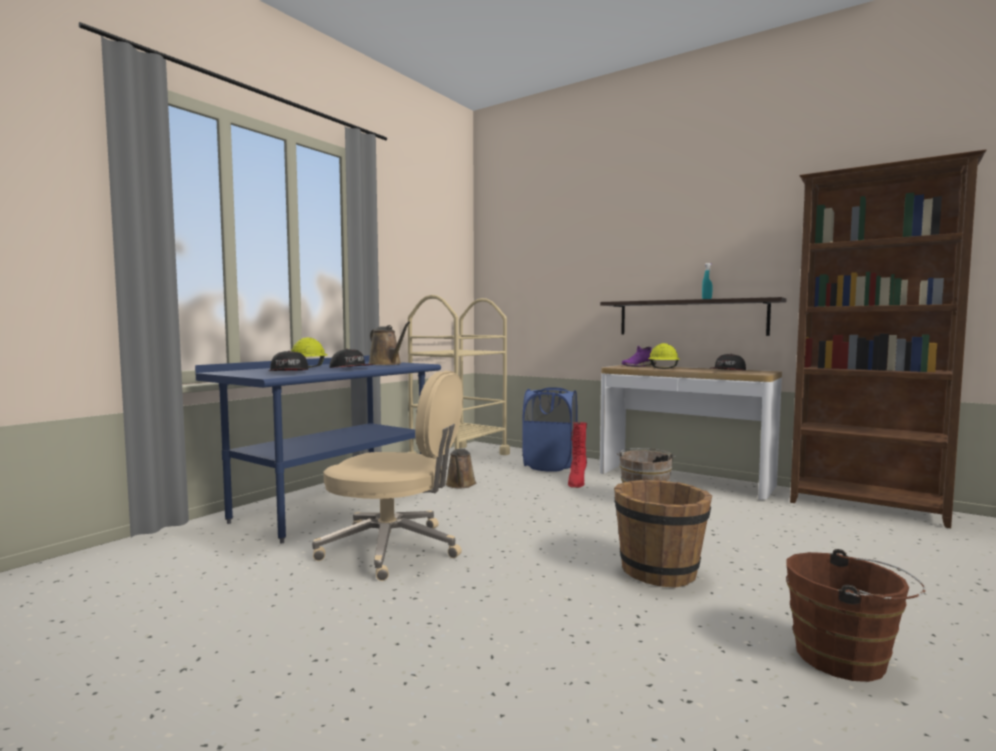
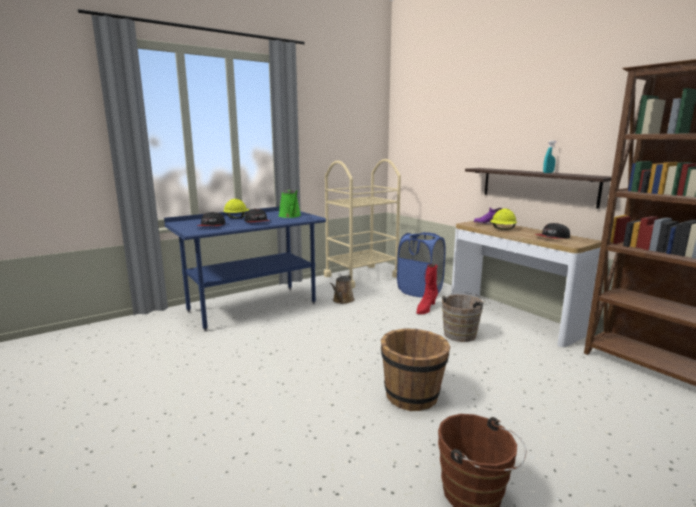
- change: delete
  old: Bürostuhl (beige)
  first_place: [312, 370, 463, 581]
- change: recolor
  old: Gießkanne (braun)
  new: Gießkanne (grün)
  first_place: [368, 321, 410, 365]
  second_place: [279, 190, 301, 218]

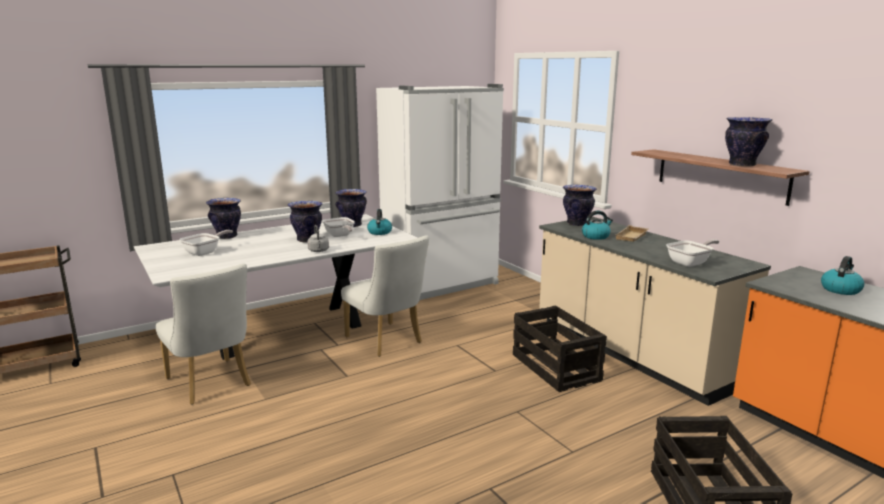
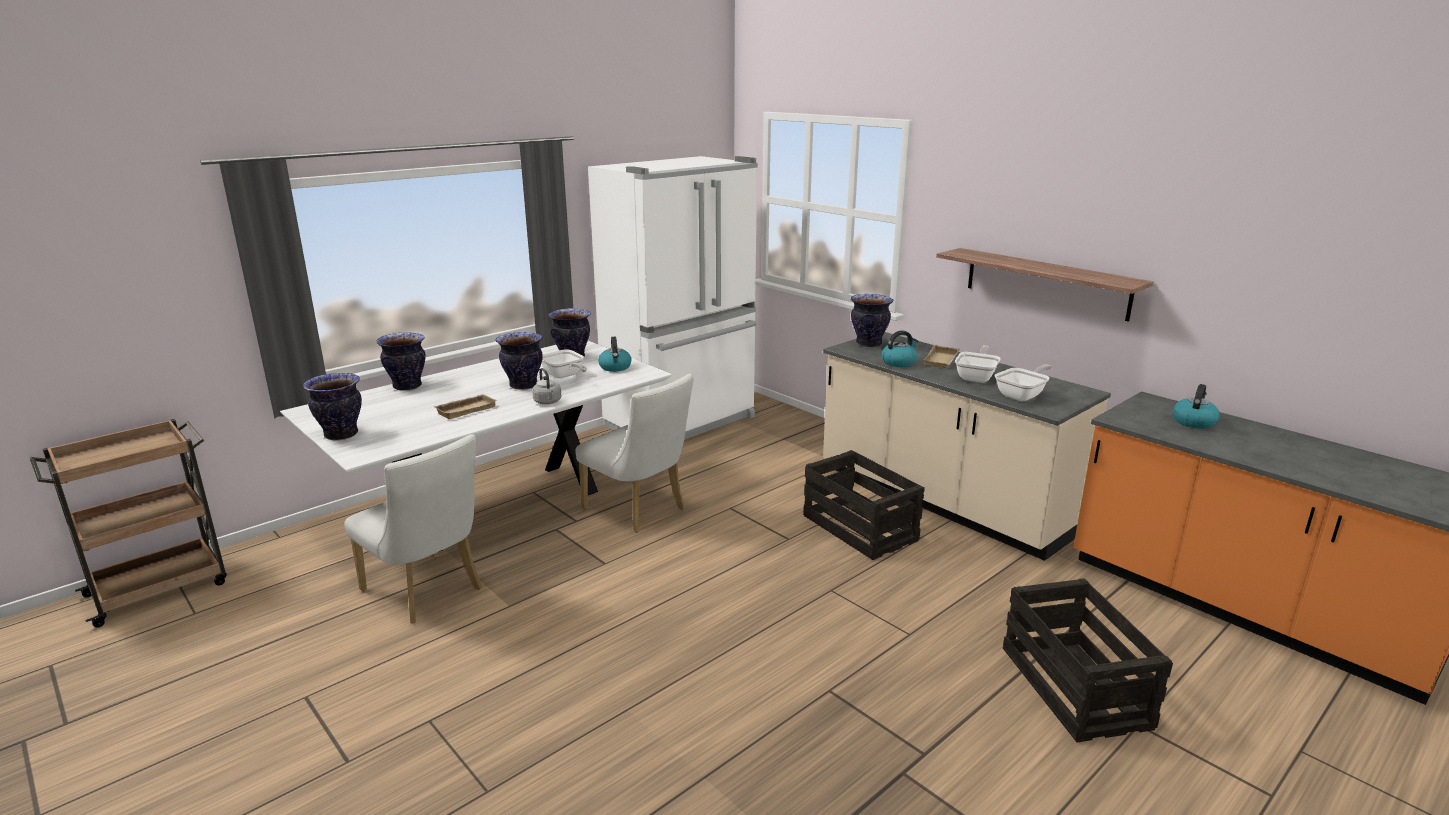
- change: insert
  new: Tablett (beige)
  second_place: [433, 394, 497, 419]
- change: move
  old: Pfanne
  first_place: [179, 230, 233, 256]
  second_place: [955, 345, 1001, 383]
- change: move
  old: Vase
  first_place: [725, 117, 772, 167]
  second_place: [303, 373, 362, 440]

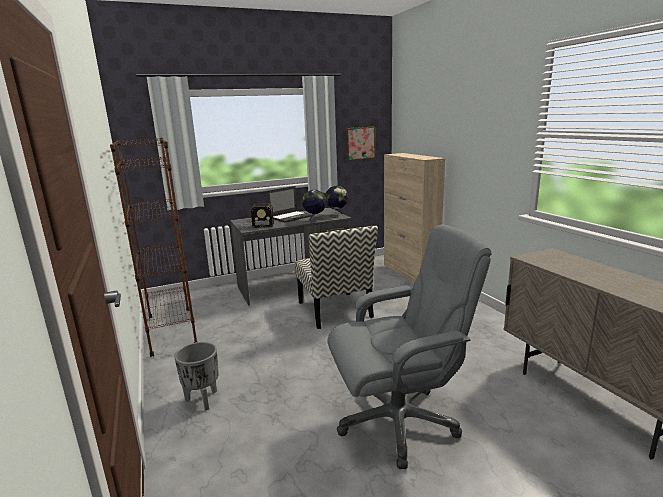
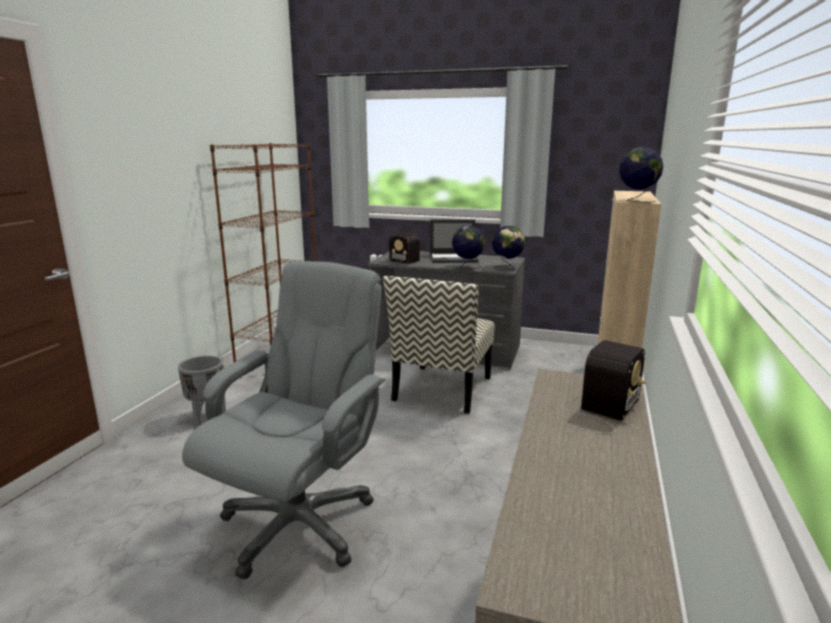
- change: delete
  old: Bild
  first_place: [345, 127, 375, 160]
- change: insert
  new: Radio
  second_place: [546, 340, 646, 434]
- change: insert
  new: Globus
  second_place: [619, 147, 663, 202]
- change: rotate
  old: Bürostuhl (grau)
  first_place: [328, 224, 492, 469]
  second_place: [182, 261, 385, 580]
  degrees: -90

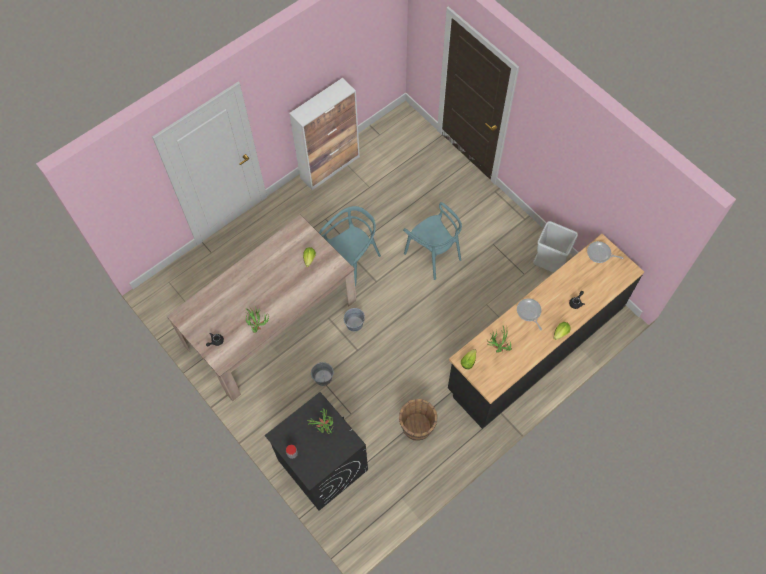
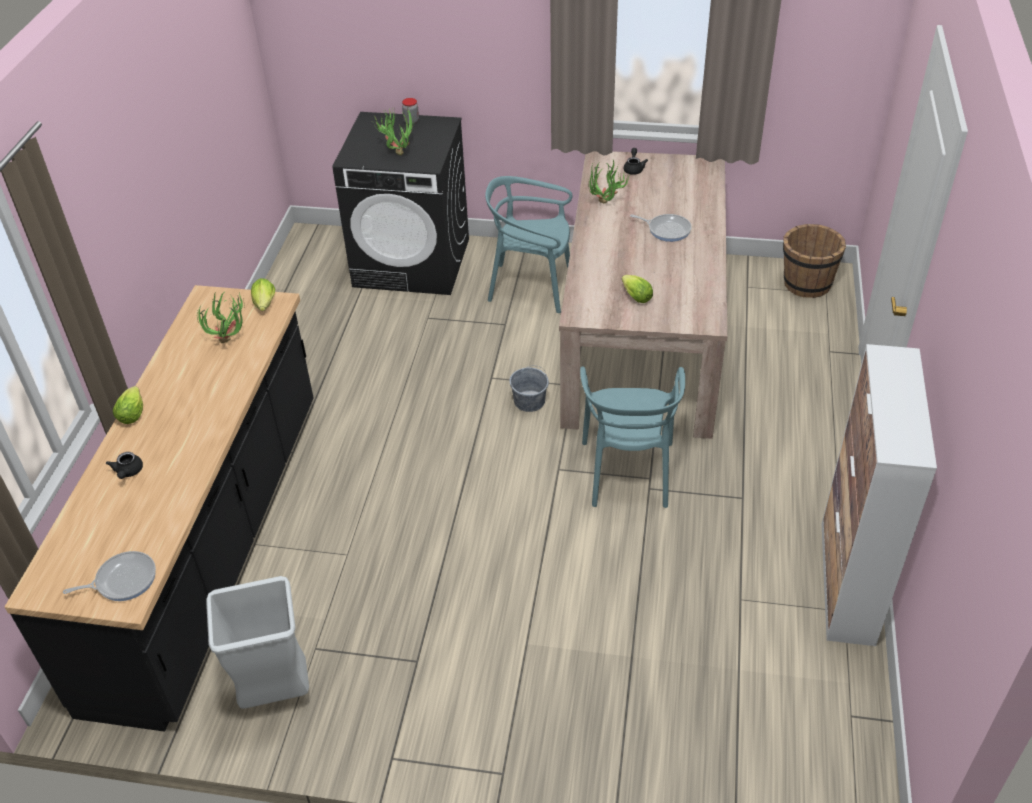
- change: delete
  old: Eimer (grau)
  first_place: [311, 362, 334, 386]
- change: move
  old: Eimer (braun)
  first_place: [399, 399, 437, 441]
  second_place: [783, 224, 846, 298]
- change: move
  old: Stuhl (türkis)
  first_place: [403, 202, 462, 280]
  second_place: [485, 176, 573, 313]
- change: move
  old: Pfanne
  first_place: [517, 298, 542, 330]
  second_place: [630, 214, 692, 242]

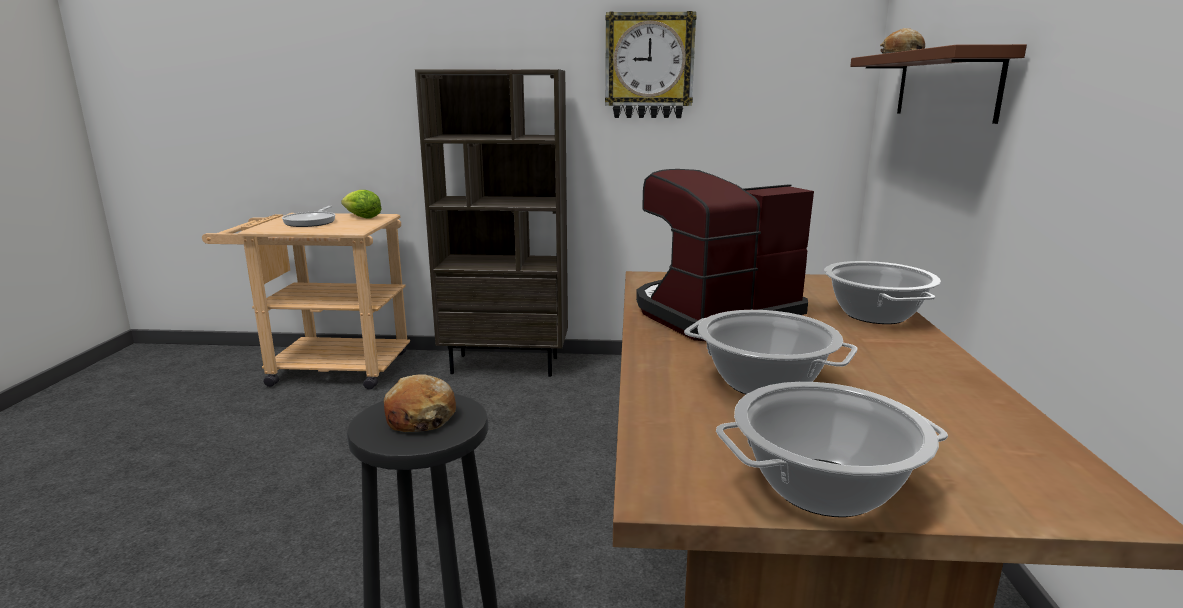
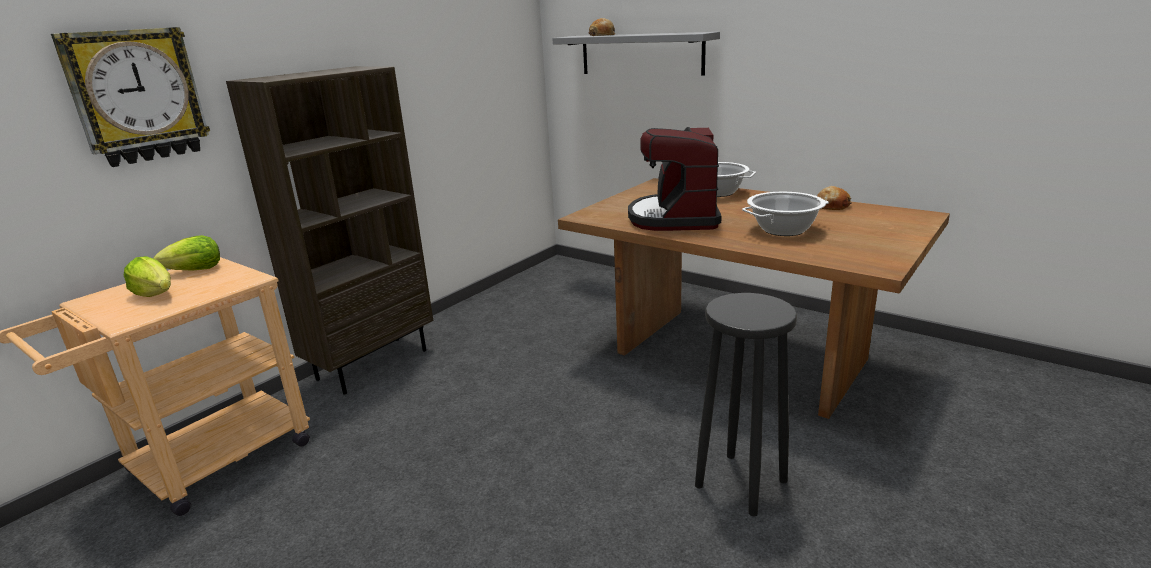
- change: delete
  old: Kochtopf
  first_place: [716, 382, 948, 517]
- change: move
  old: Brot
  first_place: [384, 375, 456, 432]
  second_place: [817, 186, 852, 210]
- change: move
  old: Wanduhr
  first_place: [605, 11, 697, 118]
  second_place: [51, 27, 210, 167]
- change: replace
  old: Pfanne
  new: Salatkopf
  first_place: [282, 206, 335, 227]
  second_place: [124, 256, 171, 297]
- change: recolor
  old: Wandregal (braun)
  new: Wandregal (grau)
  first_place: [850, 44, 1027, 124]
  second_place: [552, 32, 720, 76]

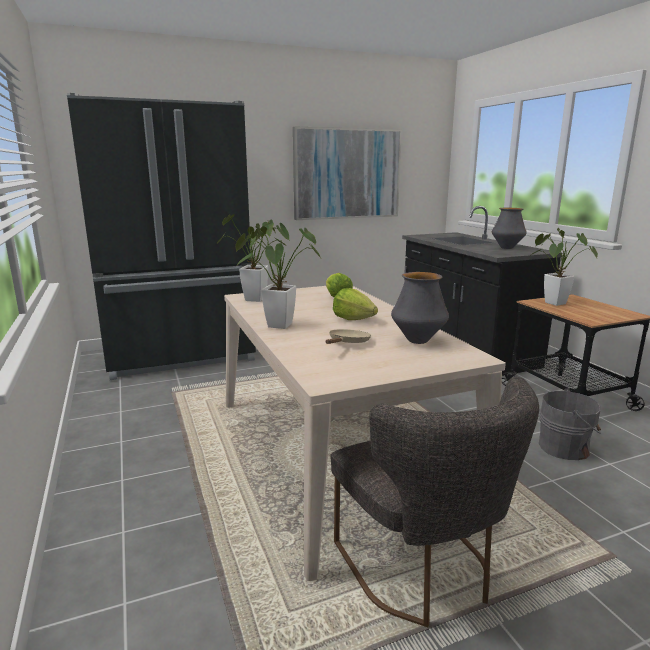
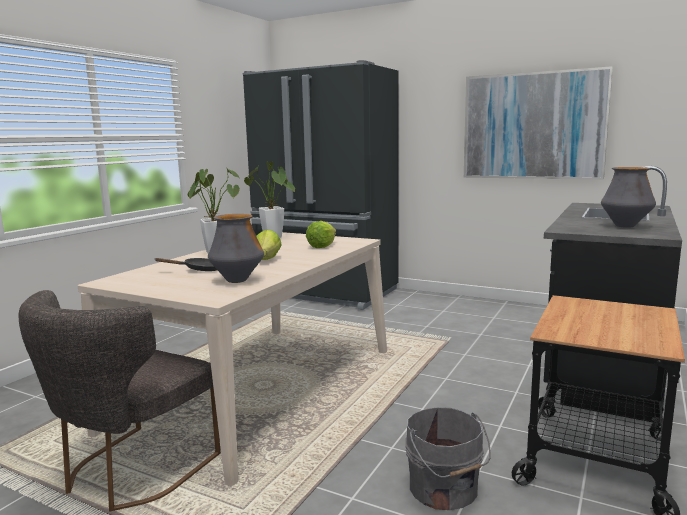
- change: delete
  old: Topfpflanze
  first_place: [531, 228, 598, 306]
- change: recolor
  old: Pfanne (beige)
  new: Pfanne (schwarz)
  first_place: [326, 329, 371, 344]
  second_place: [155, 258, 217, 271]

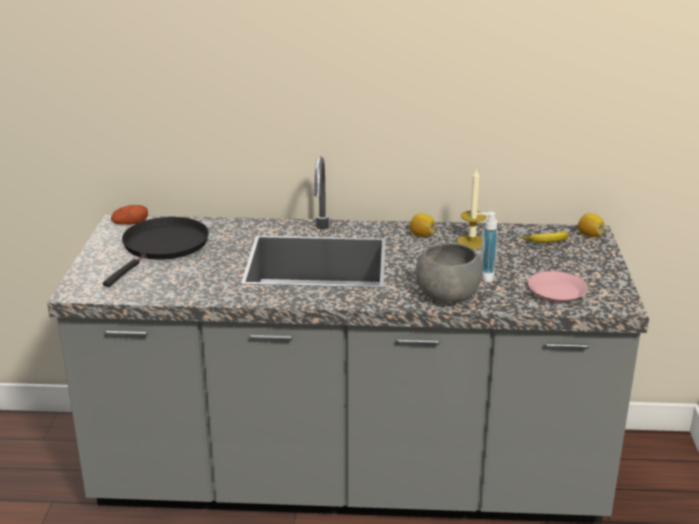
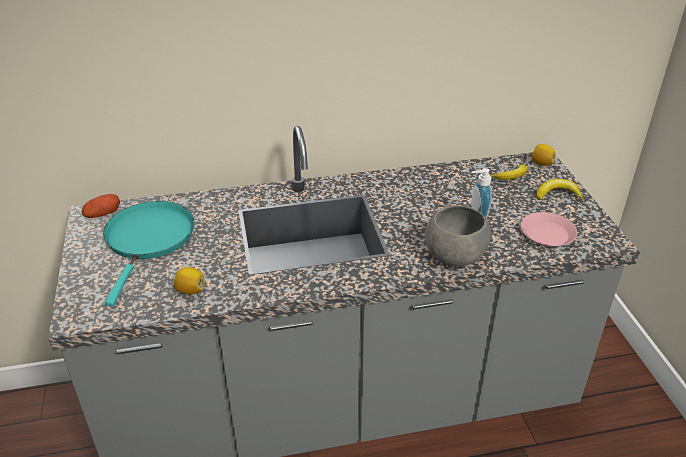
- change: delete
  old: Kerze
  first_place: [457, 169, 486, 249]
- change: insert
  new: Banane
  second_place: [537, 179, 584, 200]
- change: move
  old: Zitrone
  first_place: [409, 213, 436, 237]
  second_place: [174, 267, 205, 295]
- change: recolor
  old: Pfanne (schwarz)
  new: Pfanne (türkis)
  first_place: [103, 217, 209, 287]
  second_place: [103, 201, 194, 306]

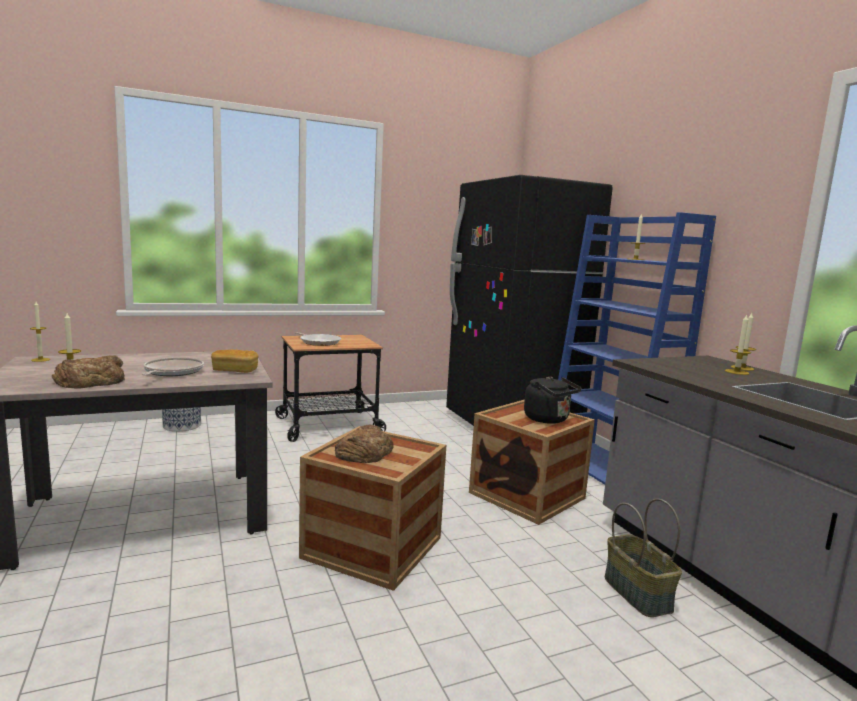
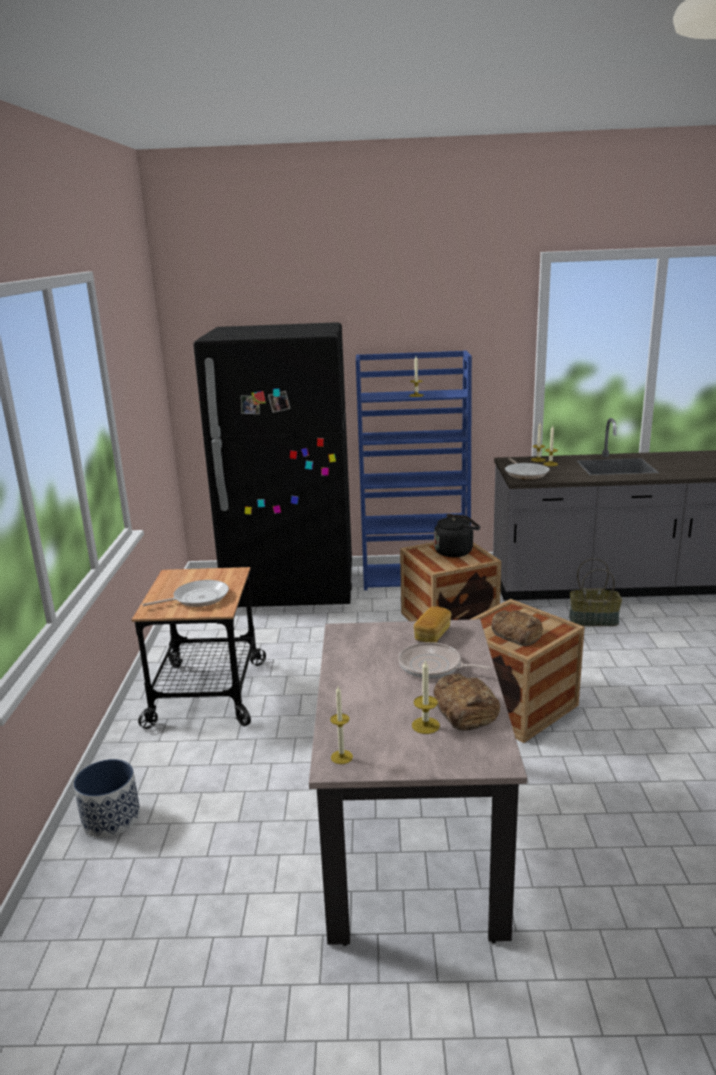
- change: insert
  new: Pfanne
  second_place: [505, 458, 549, 479]

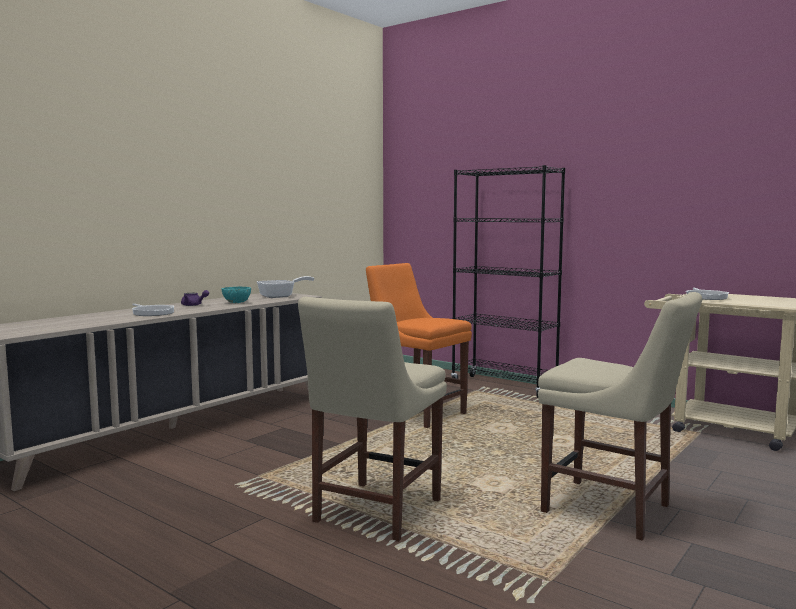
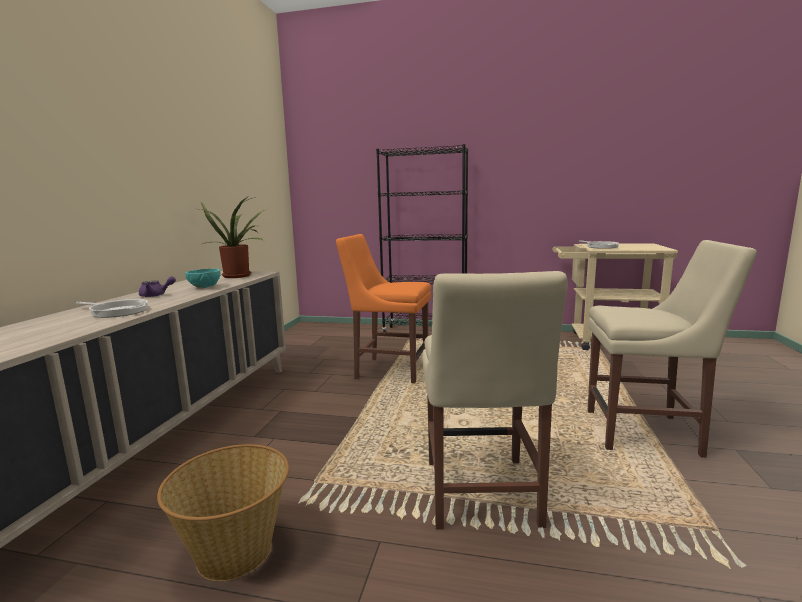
- change: insert
  new: Korb
  second_place: [157, 444, 289, 581]
- change: replace
  old: Pfanne
  new: Topfpflanze
  first_place: [257, 276, 314, 298]
  second_place: [200, 197, 265, 278]

